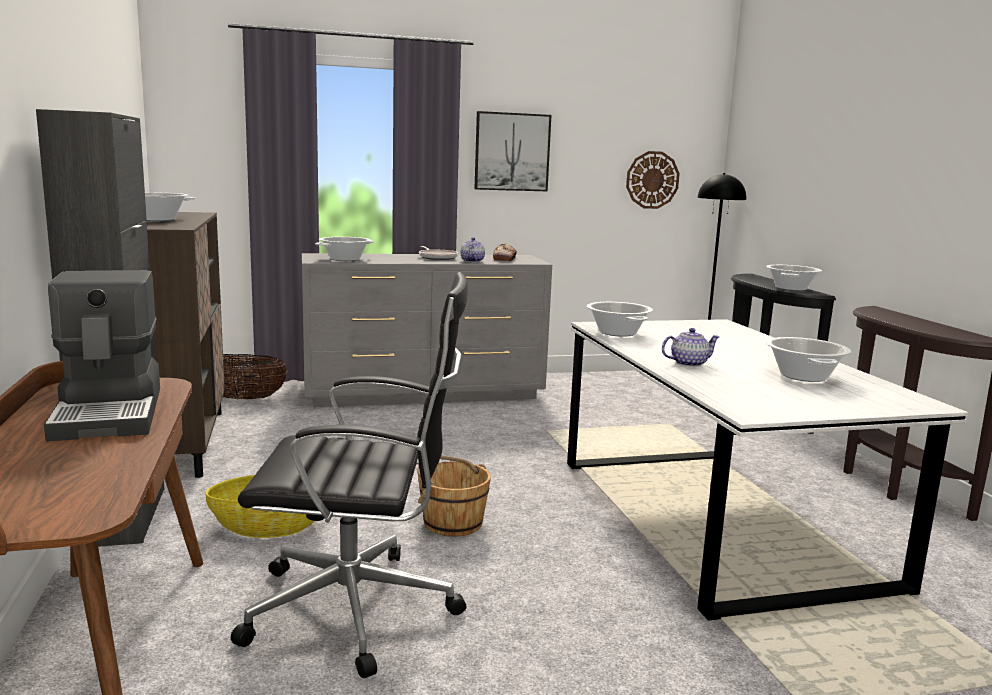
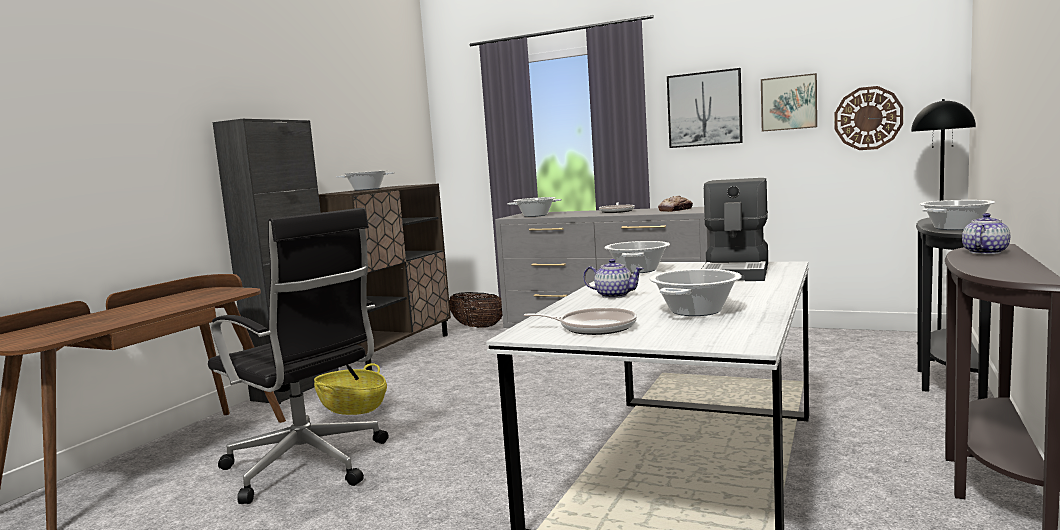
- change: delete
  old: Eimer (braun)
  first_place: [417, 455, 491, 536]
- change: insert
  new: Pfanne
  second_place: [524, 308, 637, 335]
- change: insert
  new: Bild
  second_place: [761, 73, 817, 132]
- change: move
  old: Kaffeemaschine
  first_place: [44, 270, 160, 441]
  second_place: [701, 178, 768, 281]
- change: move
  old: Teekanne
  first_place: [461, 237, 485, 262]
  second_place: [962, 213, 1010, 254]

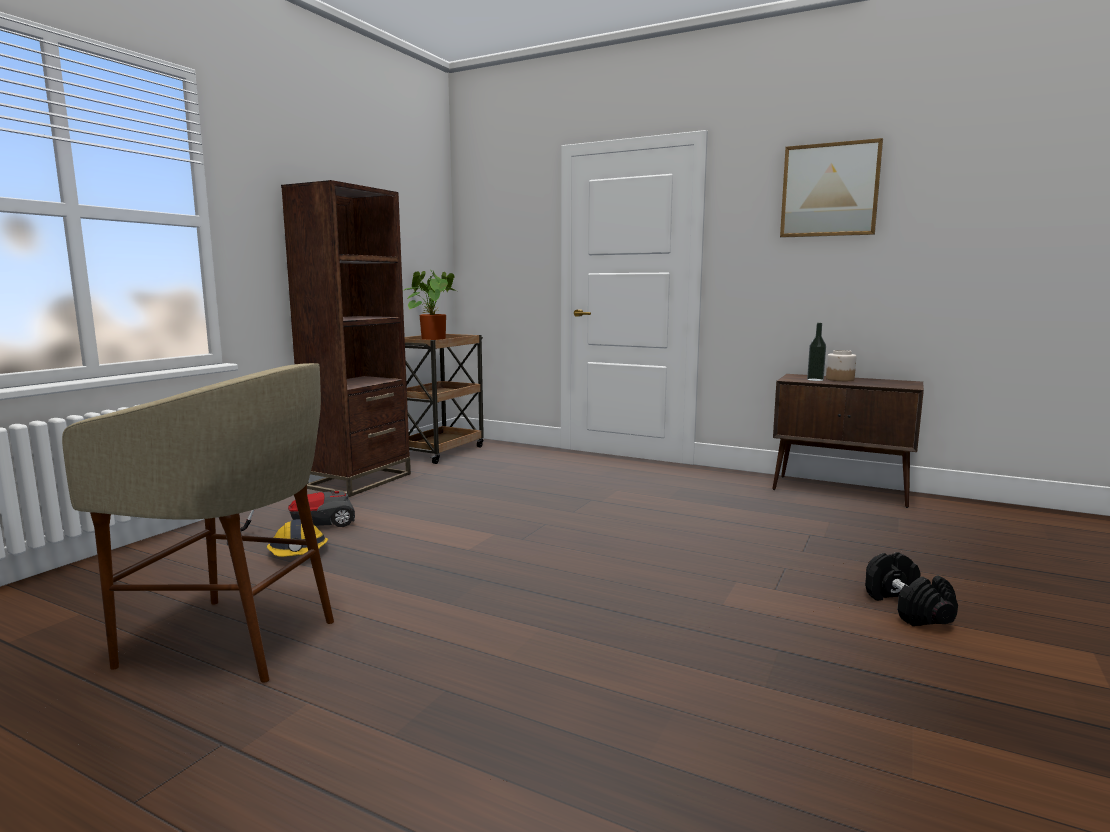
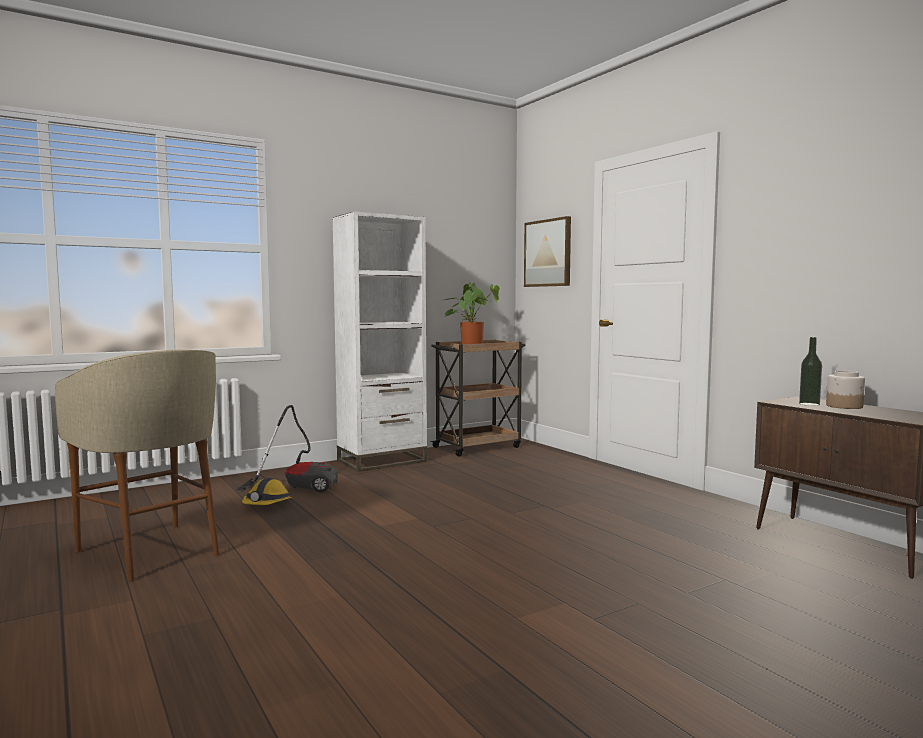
- change: delete
  old: Hantel (schwarz)
  first_place: [865, 552, 958, 626]
- change: move
  old: Bild
  first_place: [780, 138, 883, 238]
  second_place: [524, 216, 571, 287]
- change: recolor
  old: Bücherregal (braun)
  new: Bücherregal (weiß)
  first_place: [281, 180, 411, 497]
  second_place: [332, 211, 427, 472]

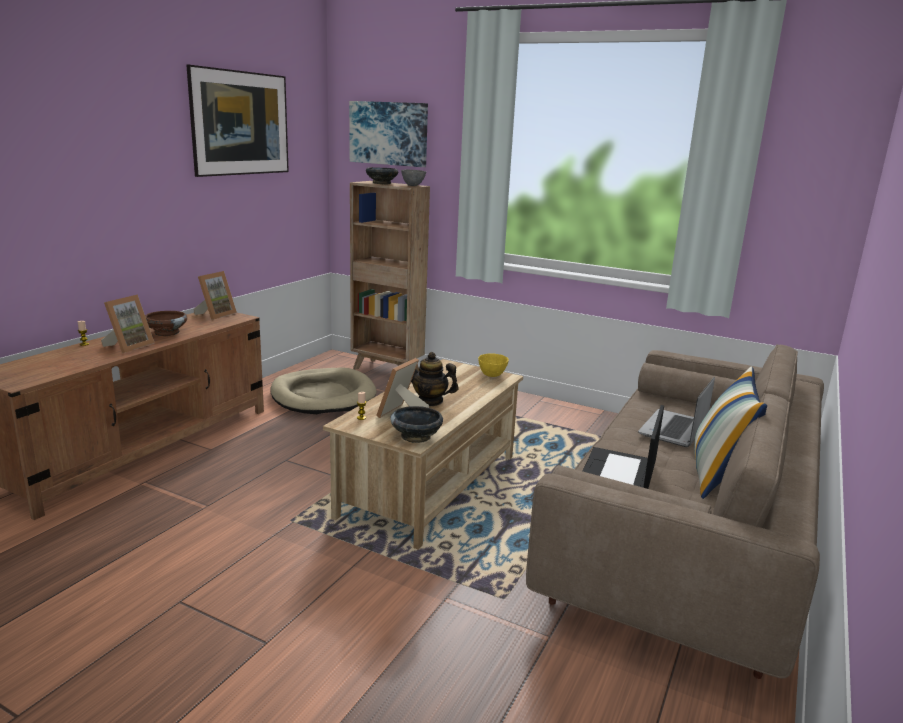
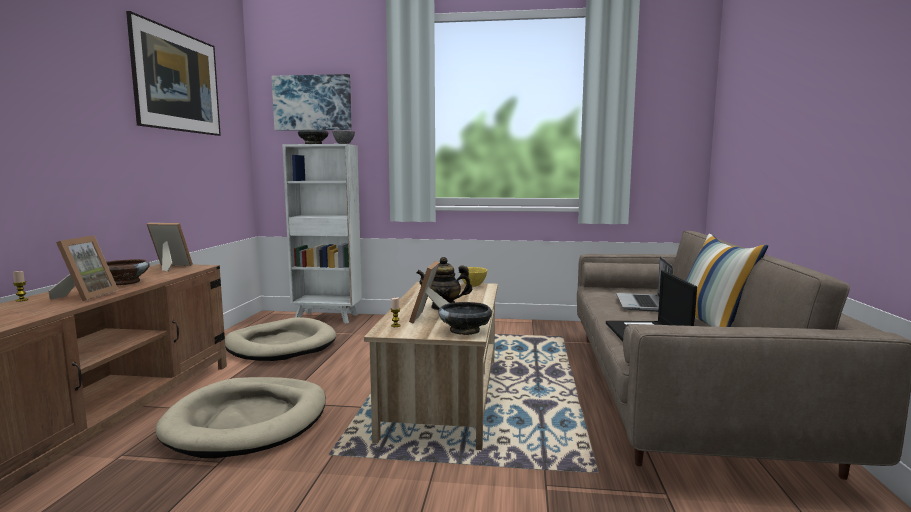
- change: insert
  new: Hundebett (beige)
  second_place: [155, 377, 326, 458]
- change: recolor
  old: Bücherregal (braun)
  new: Bücherregal (weiß)
  first_place: [350, 181, 430, 371]
  second_place: [282, 144, 362, 324]
- change: rotate
  old: Bilderrahmen
  first_place: [193, 271, 237, 320]
  second_place: [147, 223, 193, 271]
  degrees: -90

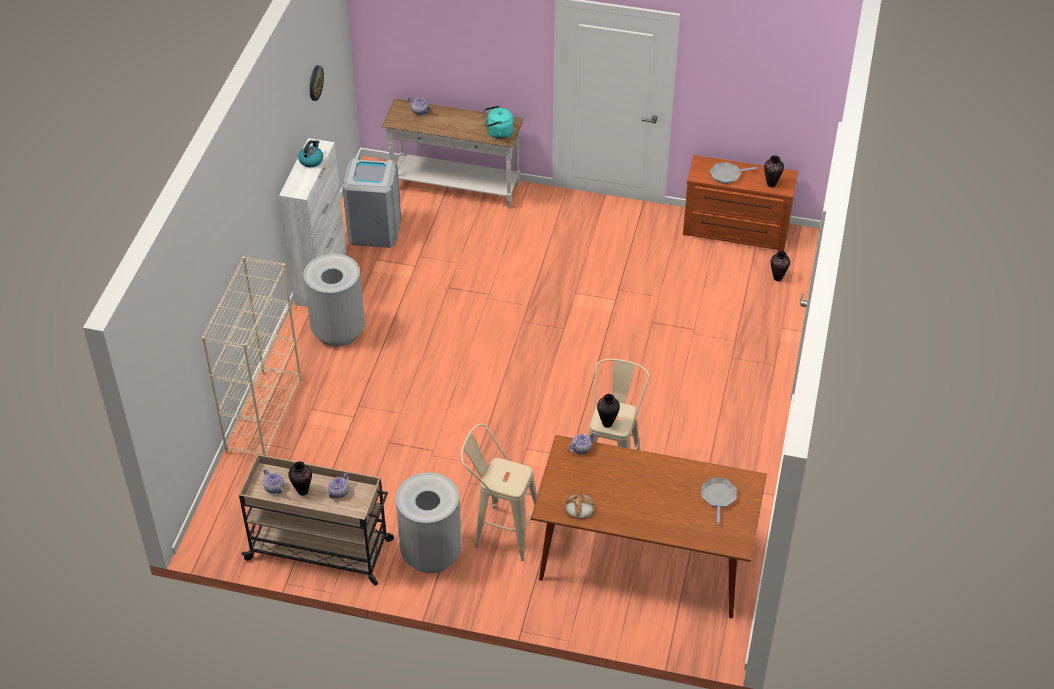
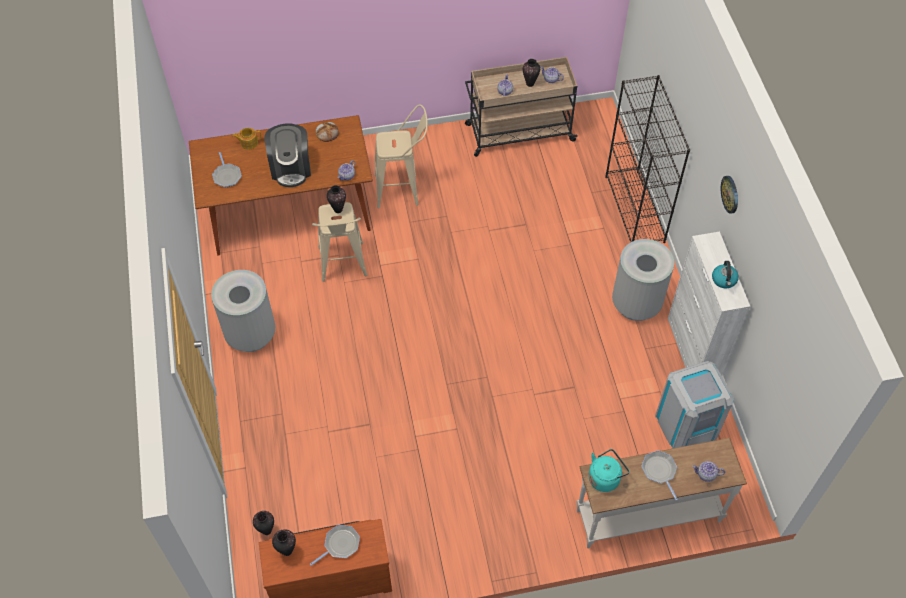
- change: insert
  new: Teekanne
  second_place: [233, 128, 262, 150]
- change: insert
  new: Kaffeemaschine
  second_place: [264, 124, 311, 187]
- change: insert
  new: Pfanne
  second_place: [641, 451, 678, 500]
- change: move
  old: Wanduhr
  first_place: [310, 65, 324, 101]
  second_place: [721, 176, 738, 214]
- change: move
  old: Mülleimer (grau)
  first_place: [396, 472, 462, 573]
  second_place: [211, 270, 275, 352]
- change: recolor
  old: Bücherregal (beige)
  new: Bücherregal (schwarz)
  first_place: [202, 256, 302, 456]
  second_place: [605, 75, 690, 243]

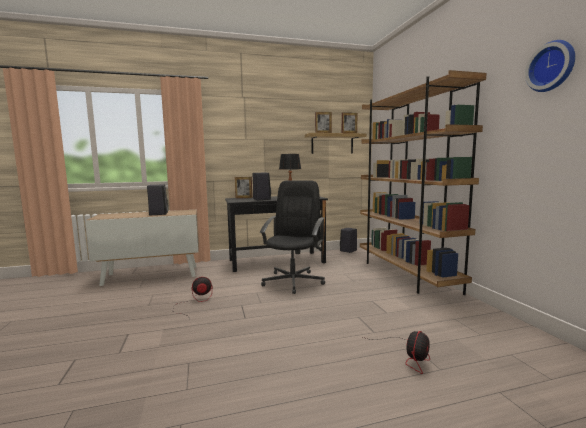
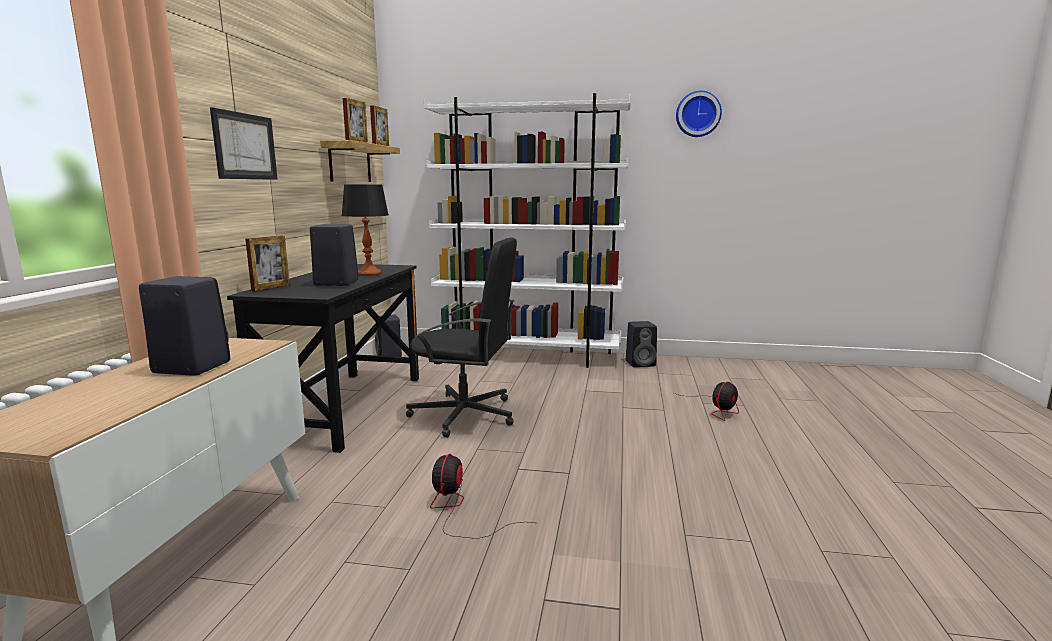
- change: insert
  new: Bild
  second_place: [210, 107, 278, 180]
- change: insert
  new: Lautsprecher (schwarz)
  second_place: [626, 321, 657, 367]
- change: recolor
  old: Bücherregal (braun)
  new: Bücherregal (weiß)
  first_place: [360, 70, 487, 295]
  second_place: [423, 93, 631, 368]
- change: rotate
  old: Bürostuhl (schwarz)
  first_place: [260, 181, 325, 294]
  second_place: [405, 238, 517, 438]
  degrees: 150
- change: rotate
  old: Ventilator
  first_place: [363, 331, 430, 374]
  second_place: [674, 381, 739, 421]
  degrees: 75

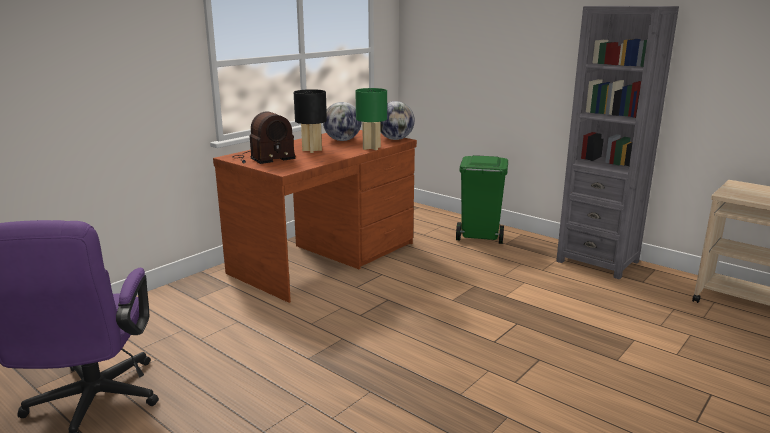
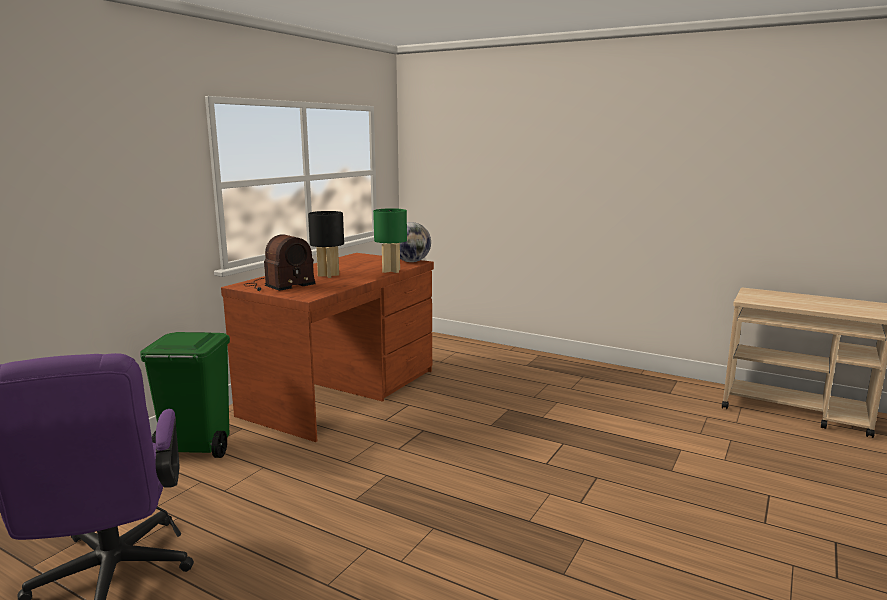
- change: delete
  old: Globus
  first_place: [323, 102, 361, 141]
- change: delete
  old: Bücherregal (grau)
  first_place: [556, 6, 679, 279]
- change: move
  old: Mülleimer (grün)
  first_place: [456, 155, 508, 244]
  second_place: [140, 332, 230, 458]

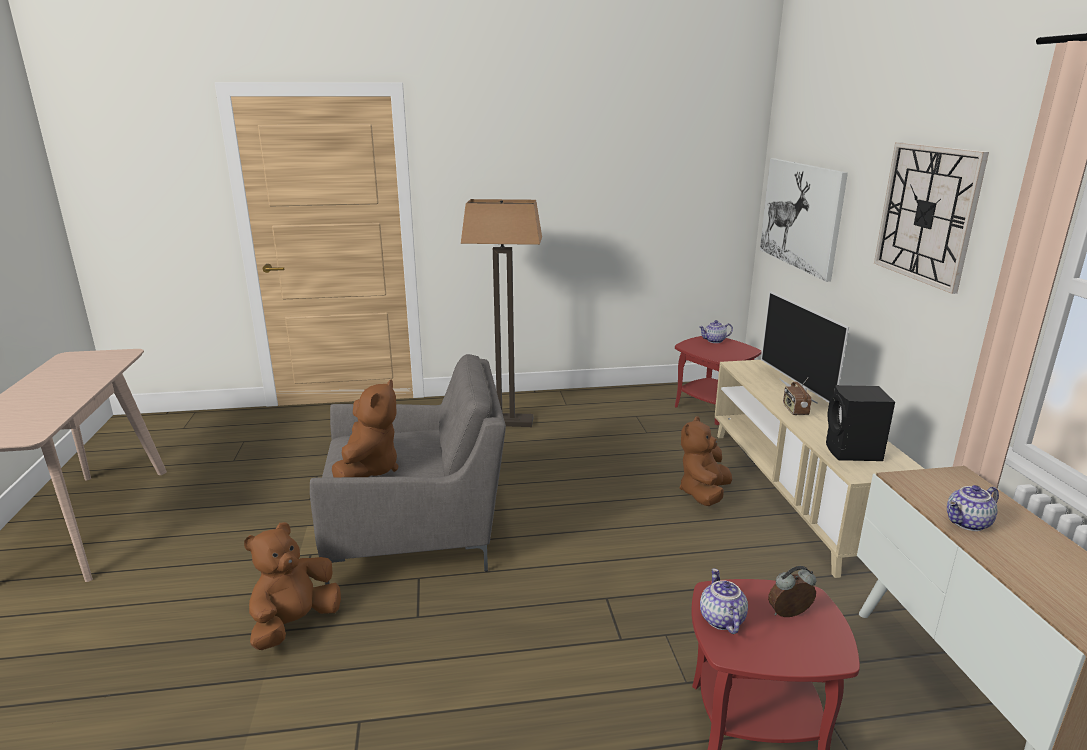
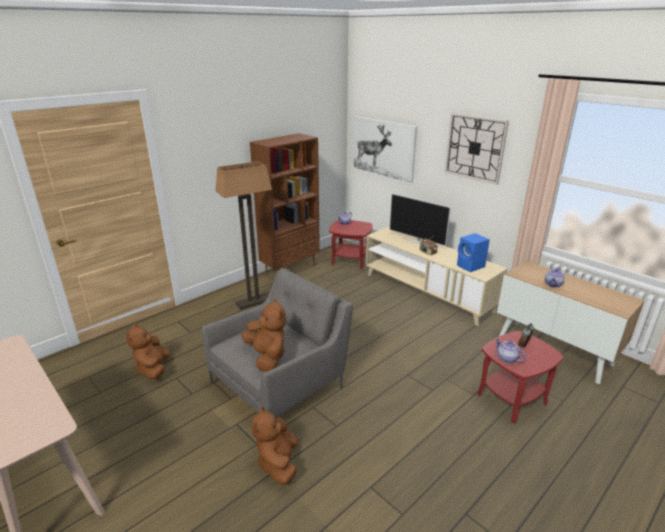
- change: insert
  new: Bücherregal (braun)
  second_place: [250, 133, 320, 273]
- change: move
  old: Plüschtier (braun)
  first_place: [680, 416, 732, 506]
  second_place: [126, 323, 170, 380]
- change: recolor
  old: Lautsprecher (schwarz)
  new: Lautsprecher (blau)
  first_place: [826, 385, 895, 461]
  second_place: [457, 233, 490, 272]

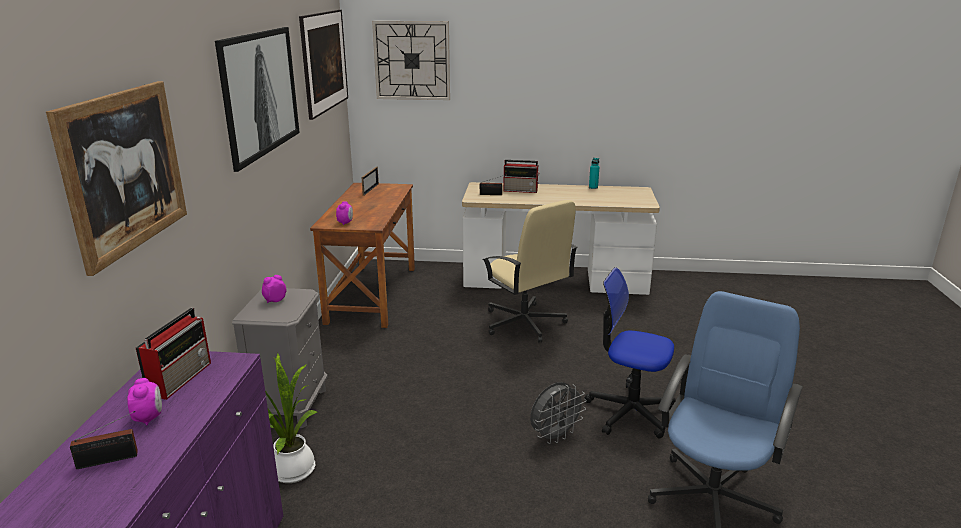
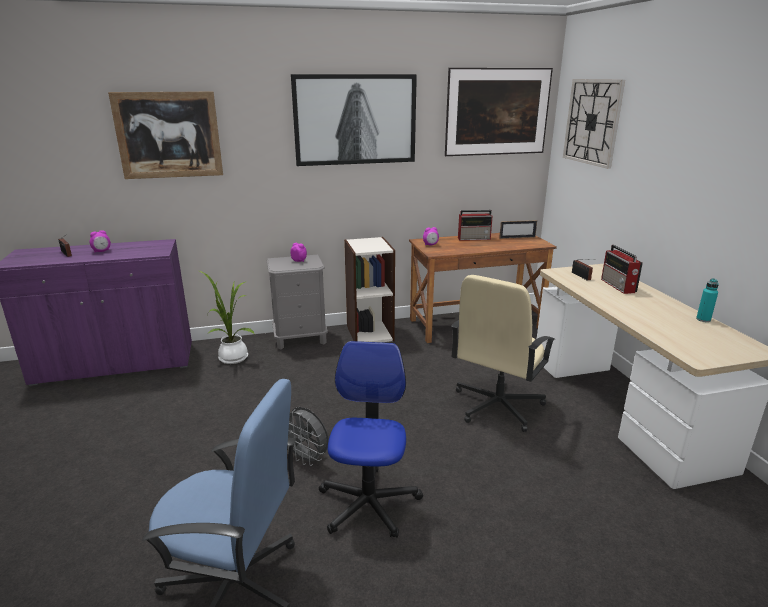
- change: insert
  new: Bücherregal
  second_place: [344, 237, 395, 342]
- change: move
  old: Radio
  first_place: [136, 308, 211, 400]
  second_place: [458, 210, 492, 241]

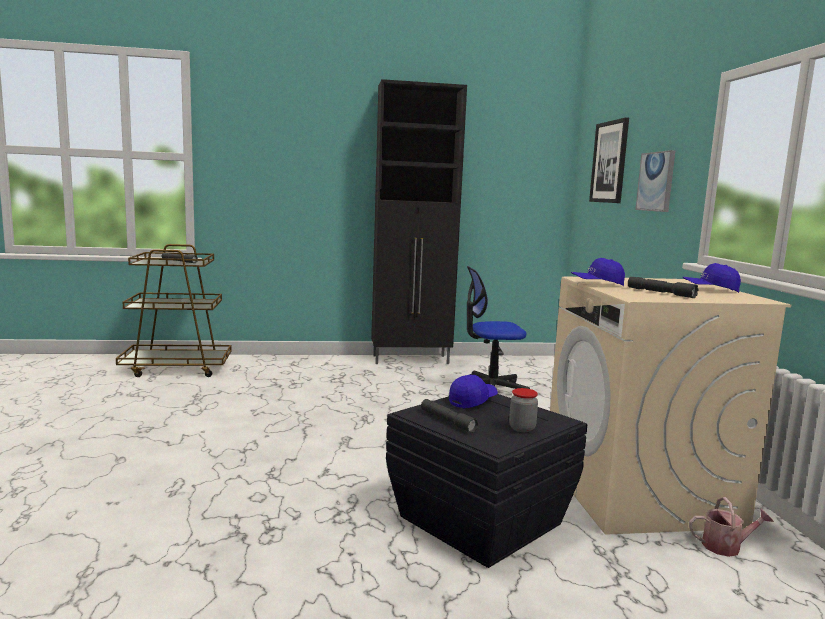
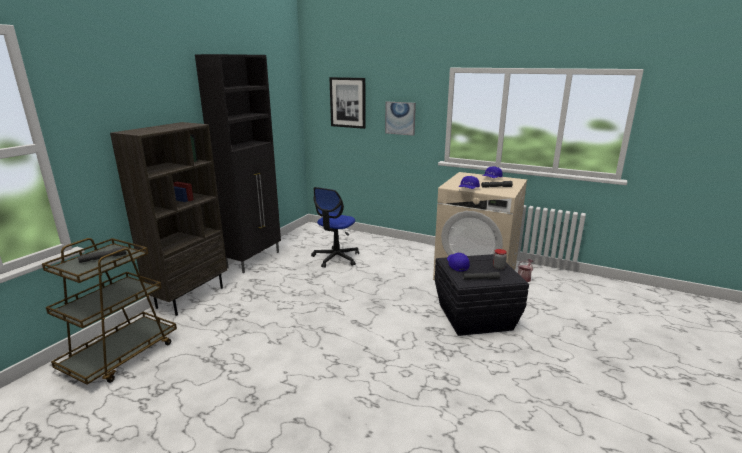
- change: insert
  new: Bücherregal (braun)
  second_place: [110, 122, 227, 316]

